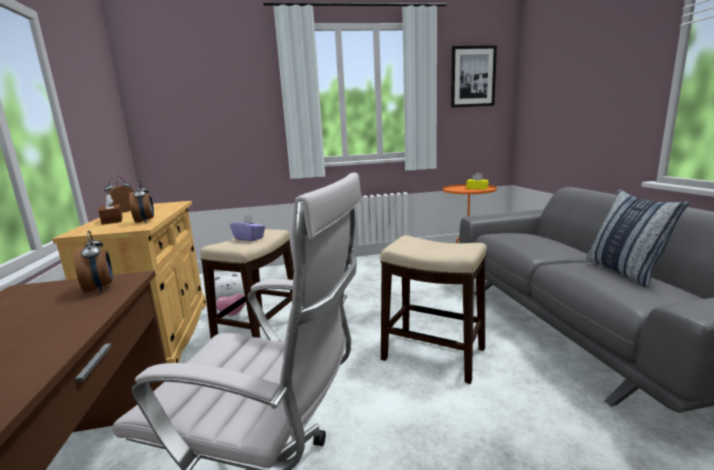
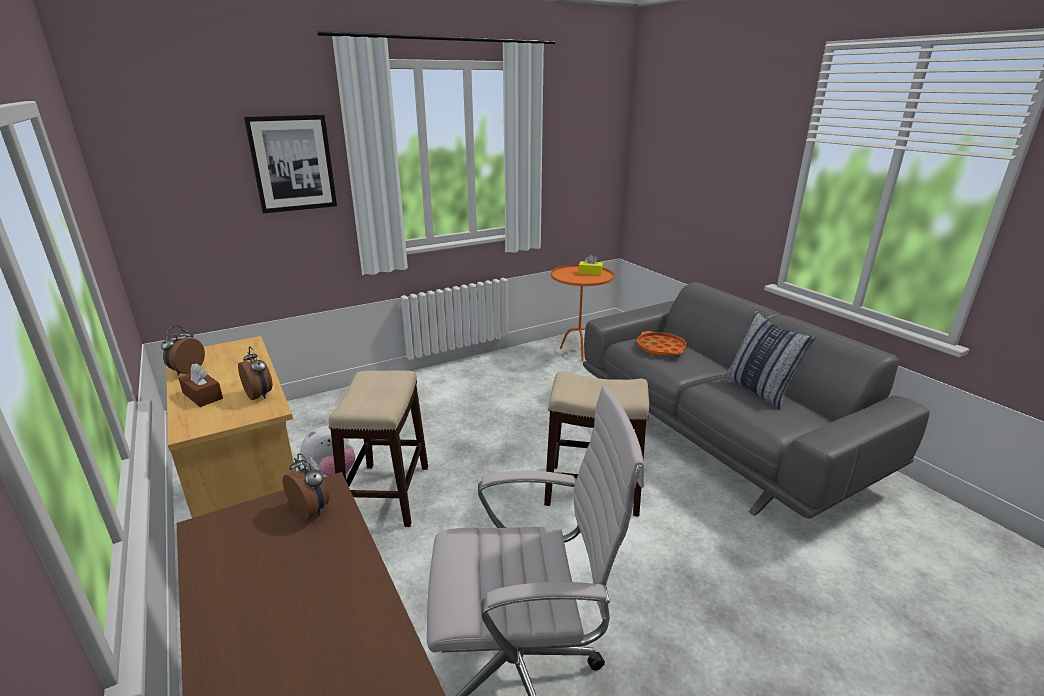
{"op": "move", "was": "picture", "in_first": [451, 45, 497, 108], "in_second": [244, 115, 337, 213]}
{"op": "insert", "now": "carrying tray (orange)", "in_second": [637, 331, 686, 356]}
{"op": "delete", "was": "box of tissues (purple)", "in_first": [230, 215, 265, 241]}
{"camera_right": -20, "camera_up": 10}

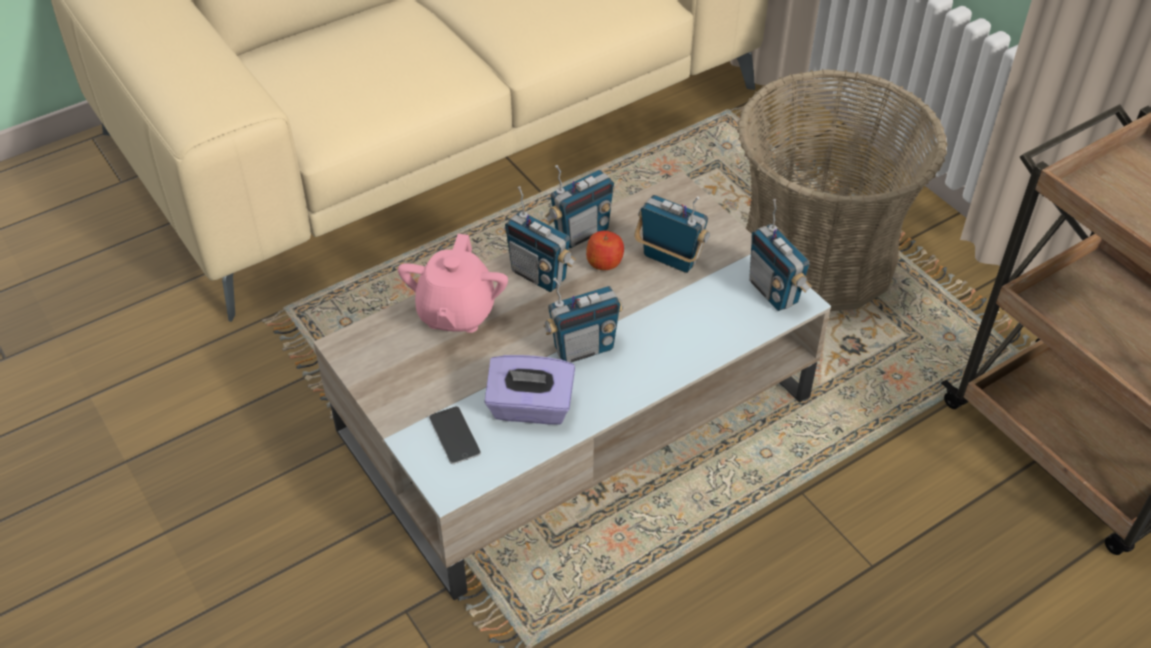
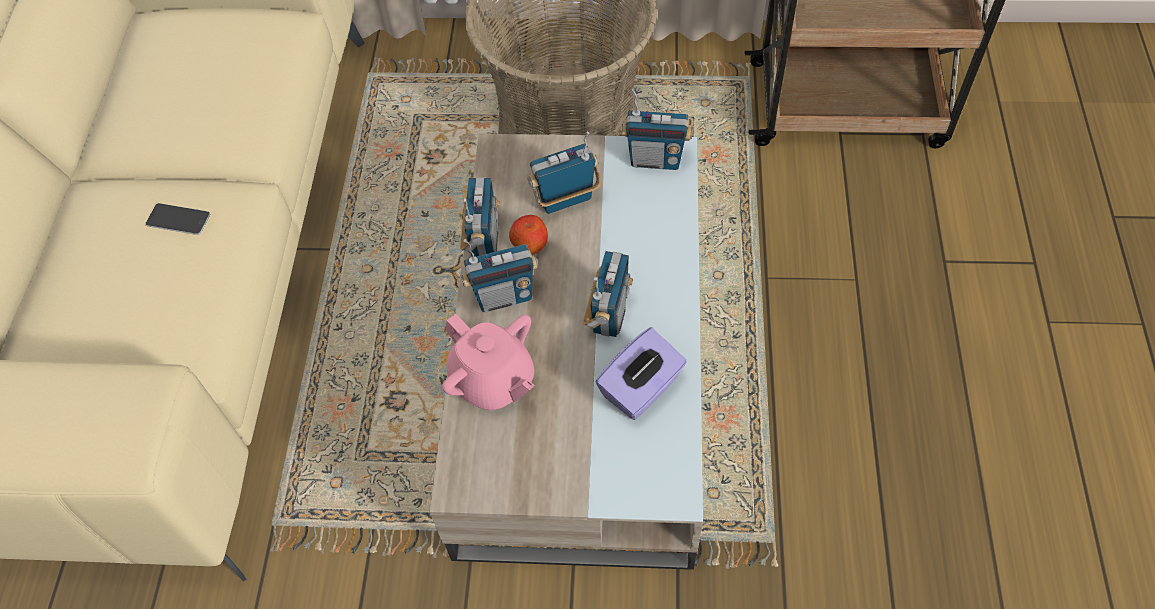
{"op": "move", "was": "handset", "in_first": [429, 406, 481, 464], "in_second": [145, 203, 210, 235]}
{"camera_right": -50, "camera_up": 10}

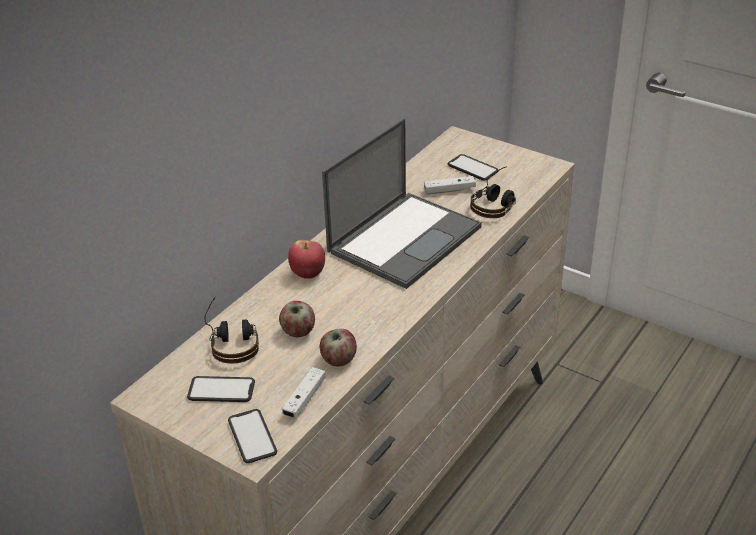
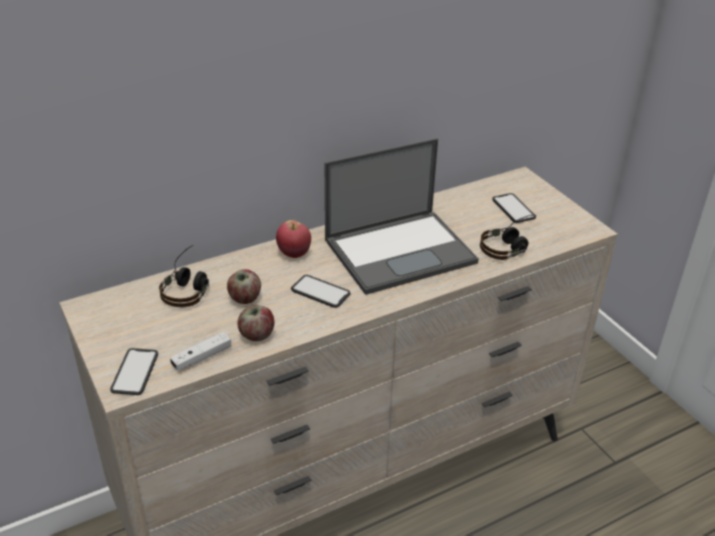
{"op": "move", "was": "handset", "in_first": [187, 376, 255, 402], "in_second": [291, 275, 351, 308]}
{"op": "delete", "was": "game controller (white)", "in_first": [424, 176, 476, 195]}
{"camera_right": 25, "camera_up": 0}

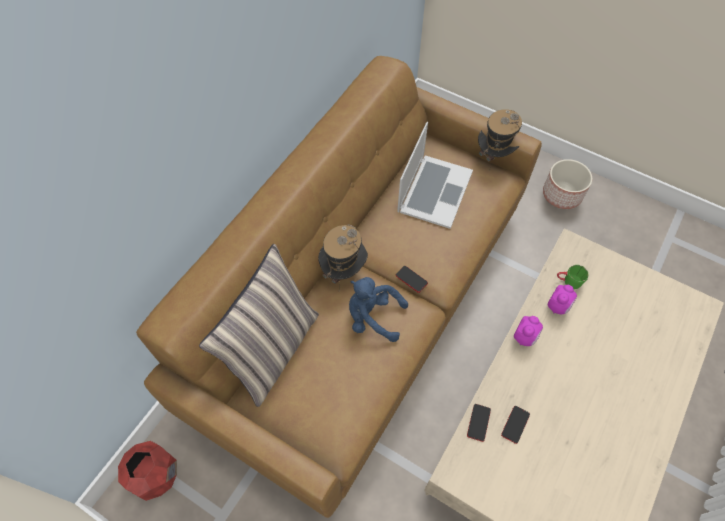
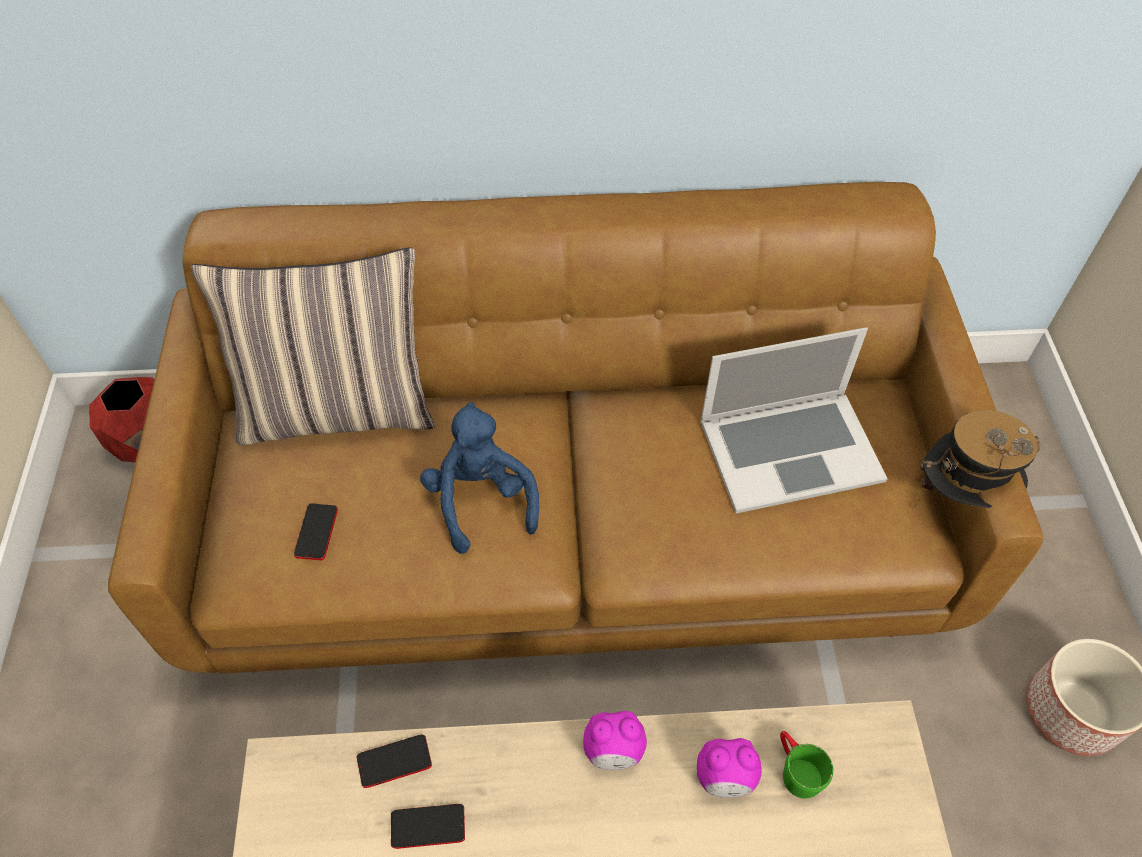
{"op": "move", "was": "handset", "in_first": [396, 266, 428, 293], "in_second": [294, 503, 338, 560]}
{"op": "delete", "was": "clothing hat", "in_first": [318, 224, 368, 284]}
{"camera_right": 55, "camera_up": -5}

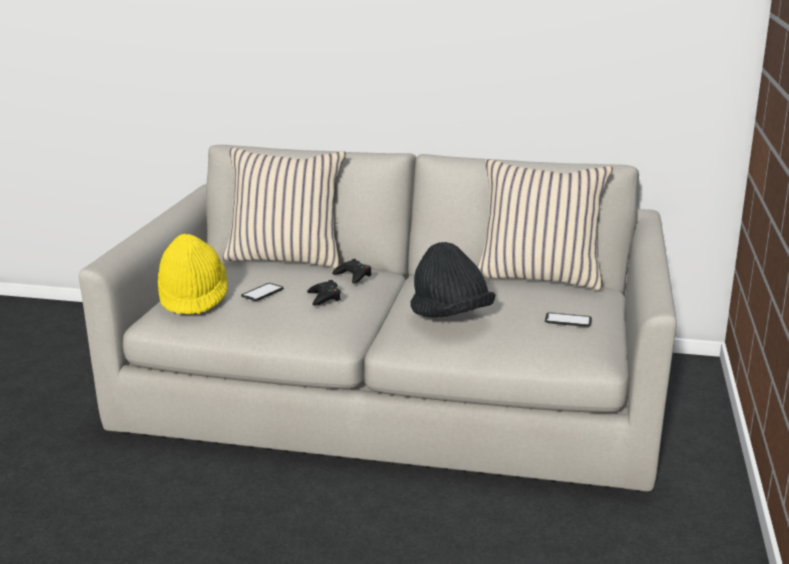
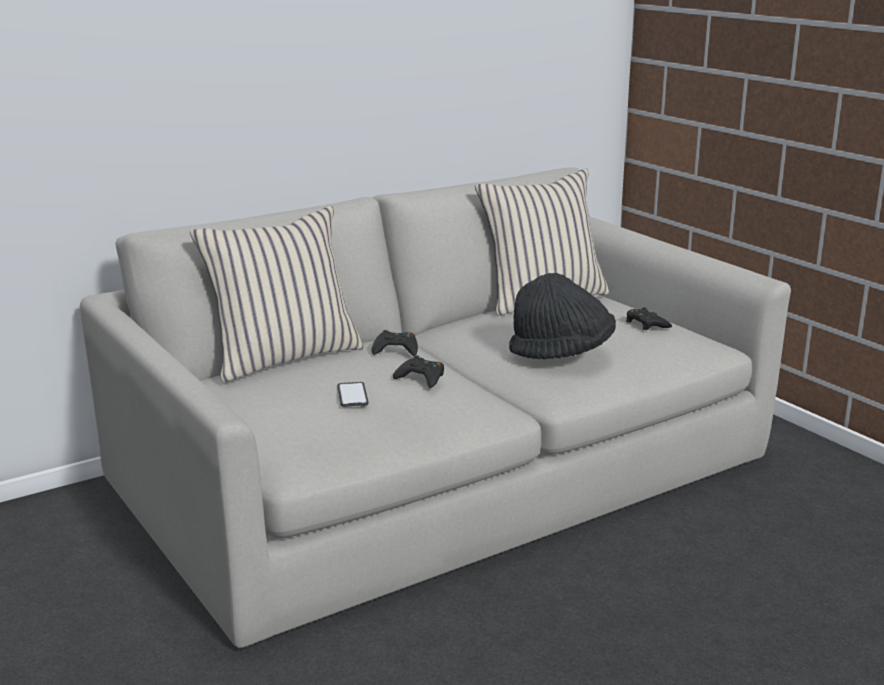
{"op": "replace", "was": "handset", "now": "game controller (black)", "in_first": [545, 312, 592, 327], "in_second": [626, 307, 672, 330]}
{"op": "delete", "was": "clothing hat (yellow)", "in_first": [158, 234, 228, 314]}
{"camera_right": -45, "camera_up": 0}

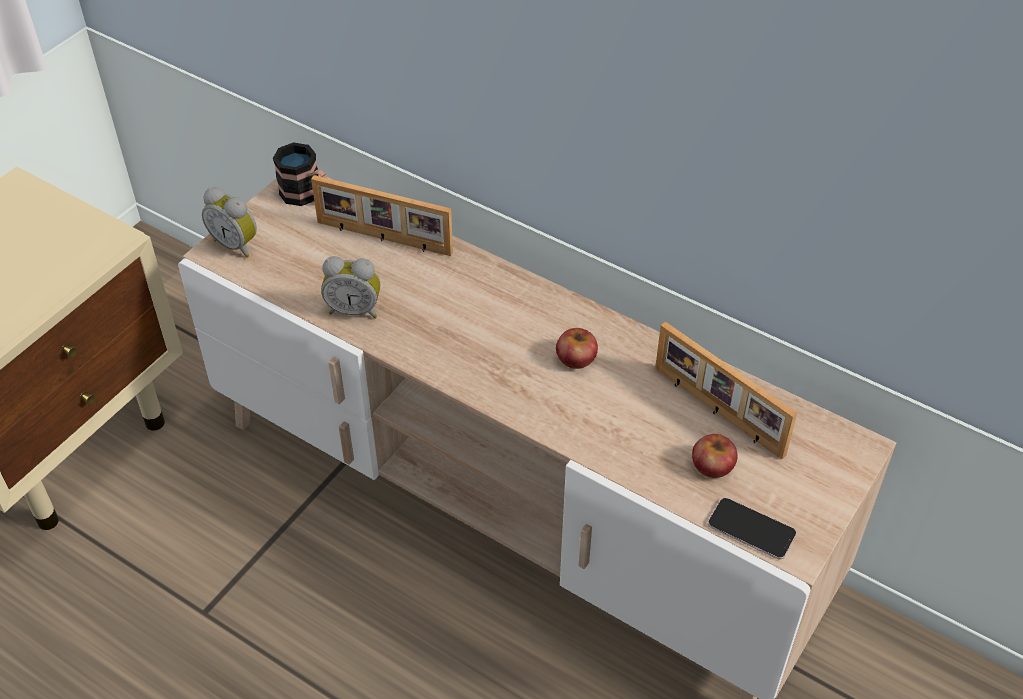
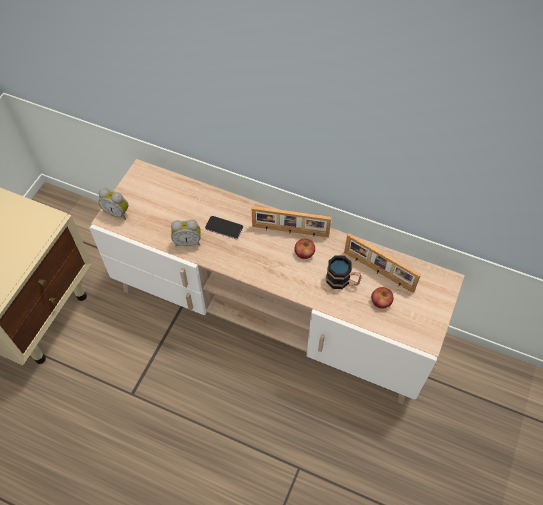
{"op": "move", "was": "handset", "in_first": [708, 498, 797, 560], "in_second": [205, 216, 243, 239]}
{"op": "move", "was": "picture frame", "in_first": [311, 175, 453, 256], "in_second": [252, 206, 331, 237]}
{"op": "move", "was": "tea mug", "in_first": [273, 143, 327, 206], "in_second": [326, 255, 362, 289]}
{"camera_right": -10, "camera_up": 10}

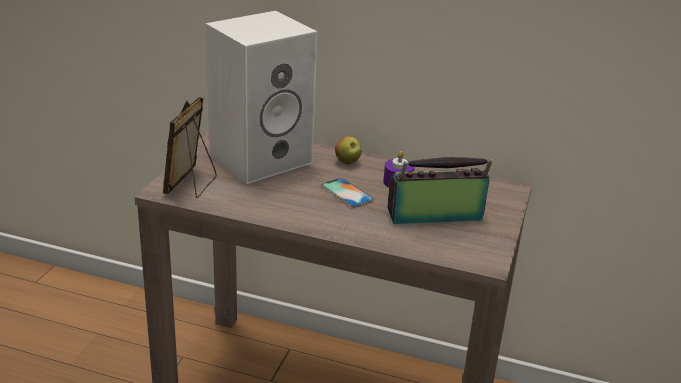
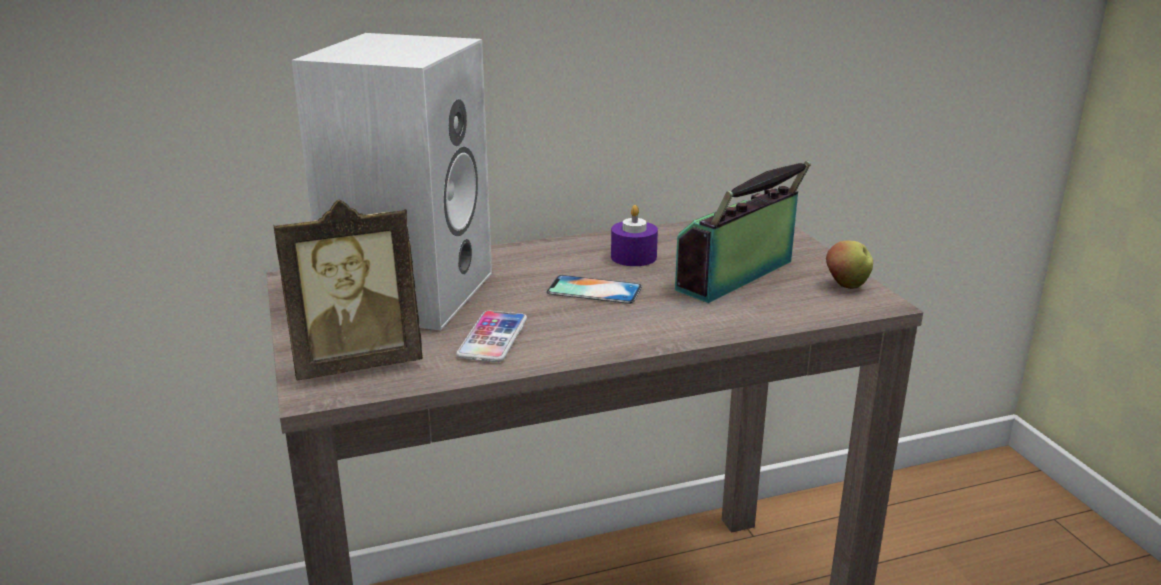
{"op": "rotate", "was": "picture frame", "in_first": [163, 97, 217, 198], "in_second": [274, 200, 423, 380], "clockwise": -90}
{"op": "insert", "now": "handset", "in_second": [456, 311, 527, 362]}
{"op": "move", "was": "apple", "in_first": [335, 136, 362, 164], "in_second": [826, 240, 873, 289]}
{"camera_right": -35, "camera_up": -5}

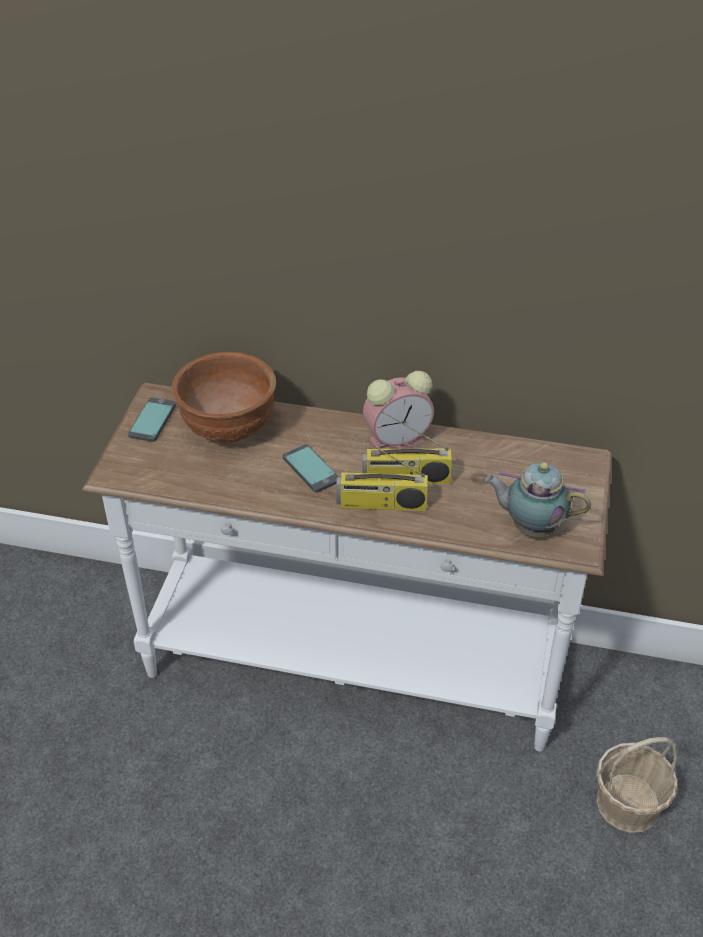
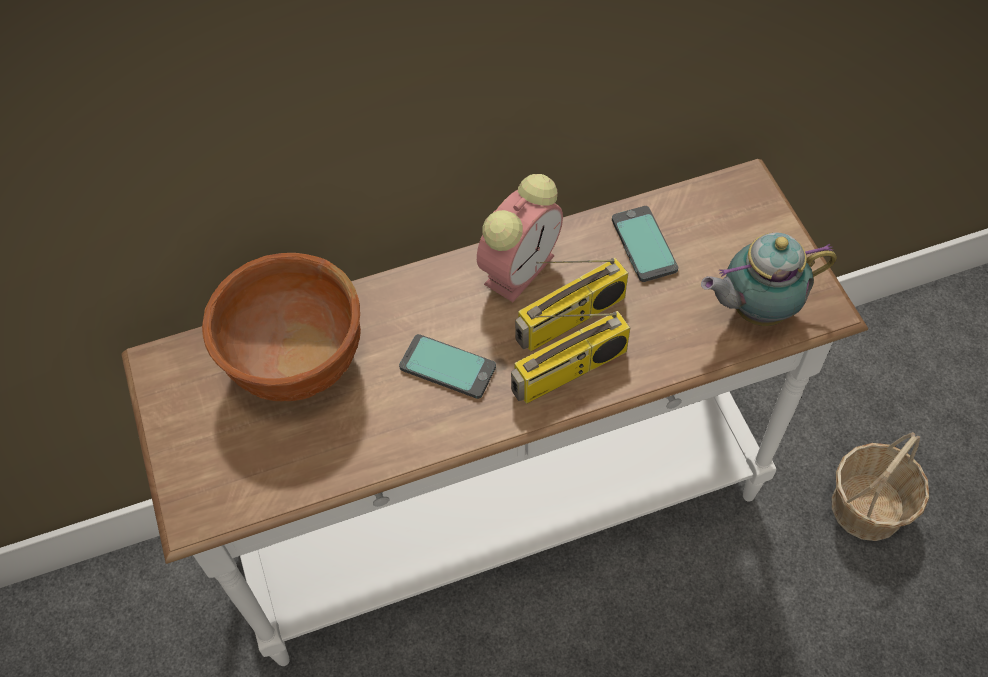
{"op": "move", "was": "handset", "in_first": [128, 397, 176, 442], "in_second": [612, 206, 678, 282]}
{"camera_right": -30, "camera_up": 15}

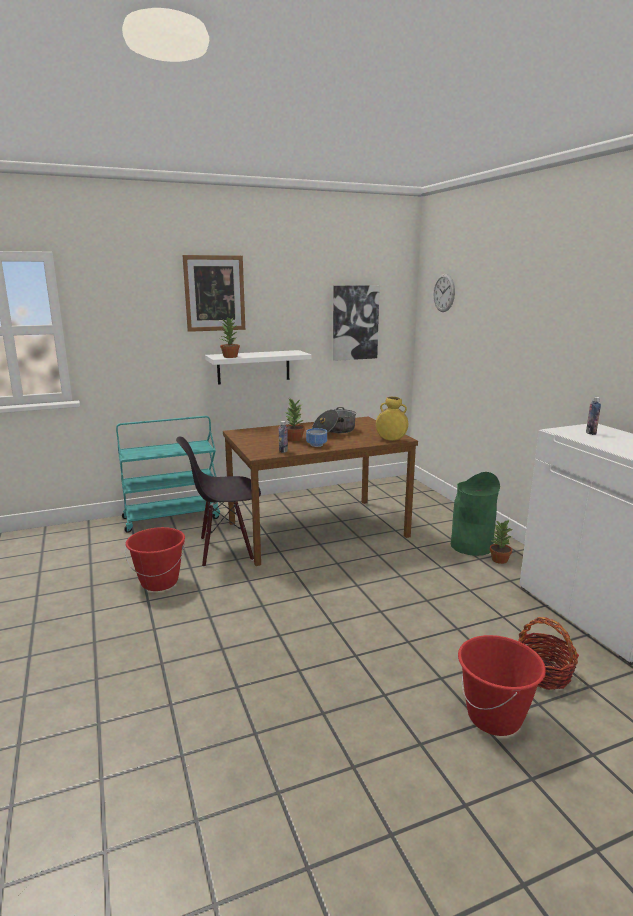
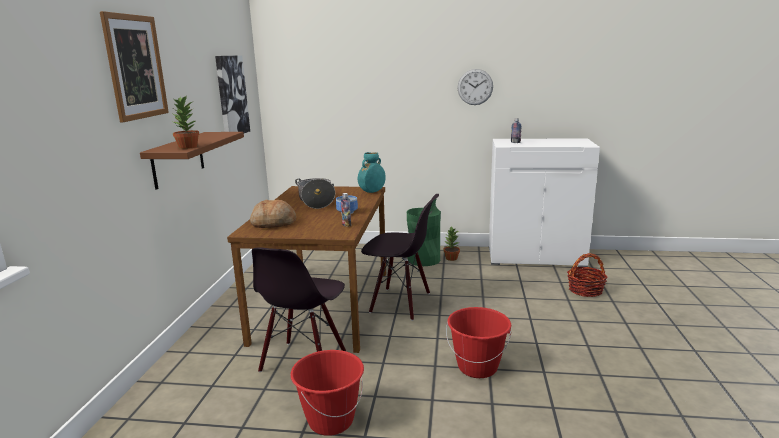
{"op": "recolor", "was": "shelf (white)", "now": "shelf (brown-coloured)", "in_first": [205, 350, 312, 385], "in_second": [140, 132, 244, 190]}
{"op": "insert", "now": "bakery bread", "in_second": [250, 199, 296, 228]}
{"op": "recolor", "was": "flower vase (yellow)", "now": "flower vase (turquoise)", "in_first": [376, 397, 408, 441], "in_second": [358, 152, 386, 193]}
{"op": "insert", "now": "chair (black)", "in_second": [361, 194, 439, 321]}
{"op": "move", "was": "pail (reddish)", "in_first": [458, 635, 546, 736], "in_second": [446, 307, 511, 378]}
{"op": "move", "was": "wall clock", "in_first": [433, 274, 455, 312], "in_second": [457, 69, 493, 105]}
{"op": "delete", "was": "cart (turquoise)", "in_first": [116, 416, 220, 533]}
{"op": "delete", "was": "houseplant", "in_first": [285, 399, 305, 441]}
{"camera_right": -60, "camera_up": 0}

